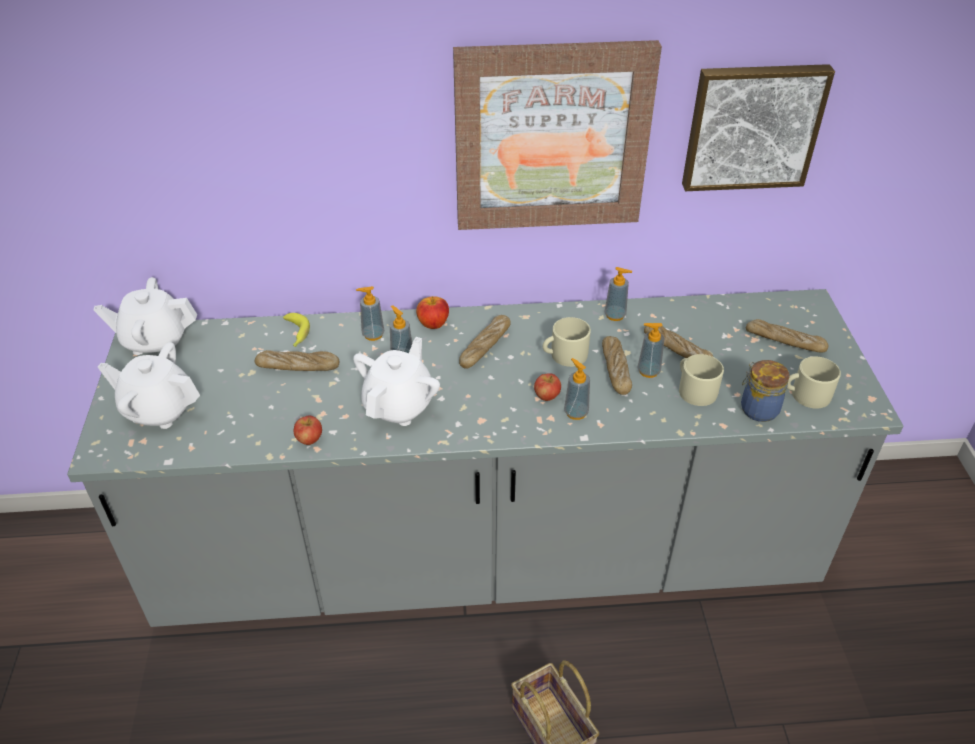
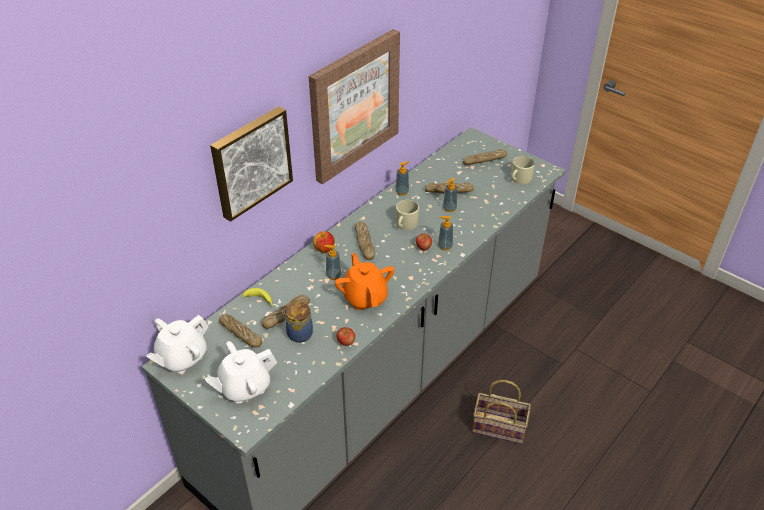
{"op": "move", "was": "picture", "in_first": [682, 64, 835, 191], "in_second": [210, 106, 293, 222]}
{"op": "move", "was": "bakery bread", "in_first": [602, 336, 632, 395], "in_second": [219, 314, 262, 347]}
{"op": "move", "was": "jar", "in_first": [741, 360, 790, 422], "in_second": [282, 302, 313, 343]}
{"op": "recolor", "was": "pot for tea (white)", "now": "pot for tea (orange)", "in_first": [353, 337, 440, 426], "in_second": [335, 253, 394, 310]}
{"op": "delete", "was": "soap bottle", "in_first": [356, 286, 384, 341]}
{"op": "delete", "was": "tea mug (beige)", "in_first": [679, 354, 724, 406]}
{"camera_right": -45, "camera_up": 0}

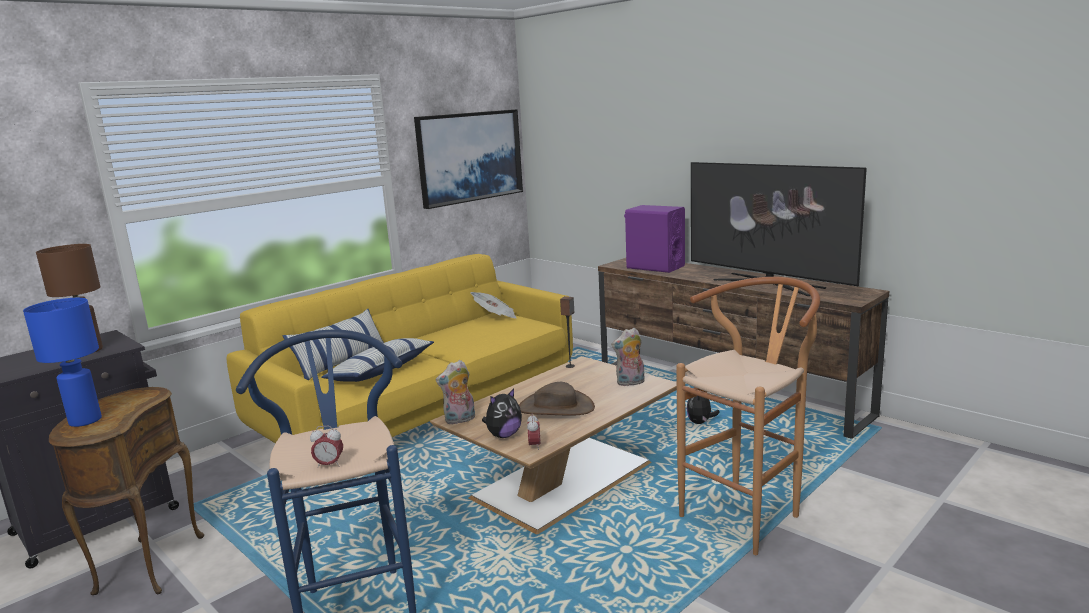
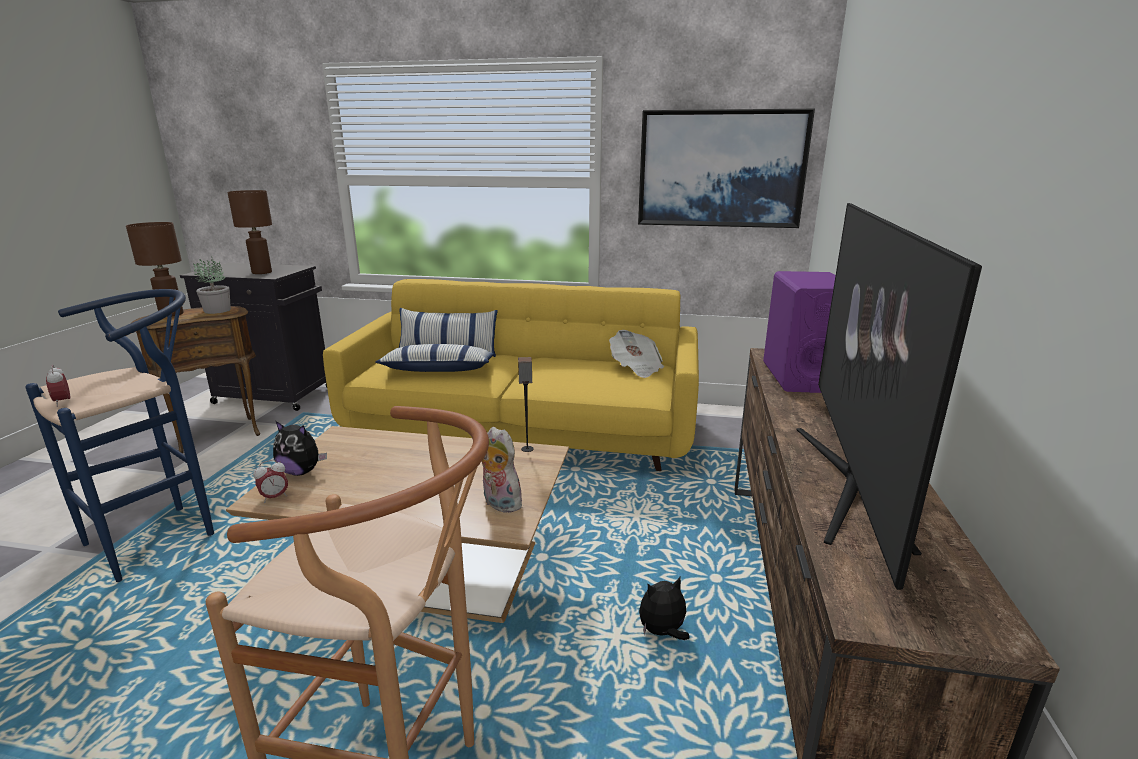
{"op": "recolor", "was": "lamp for a table (blue)", "now": "lamp for a table (brown-coloured)", "in_first": [23, 298, 102, 427], "in_second": [126, 222, 184, 317]}
{"op": "insert", "now": "houseplant", "in_second": [193, 257, 231, 314]}
{"op": "delete", "was": "soft toy", "in_first": [436, 360, 475, 425]}
{"op": "delete", "was": "clothing hat (brown-coloured)", "in_first": [519, 382, 595, 415]}
{"camera_right": 55, "camera_up": 5}

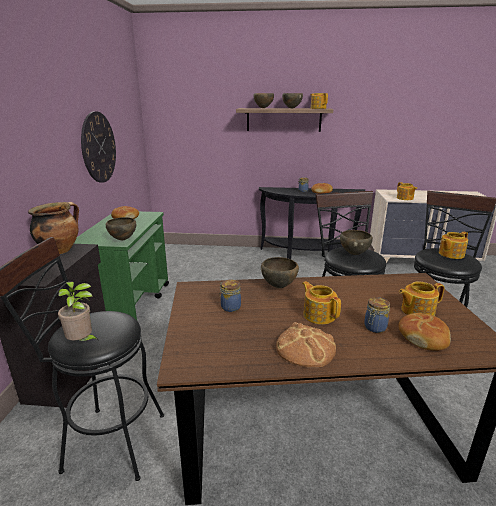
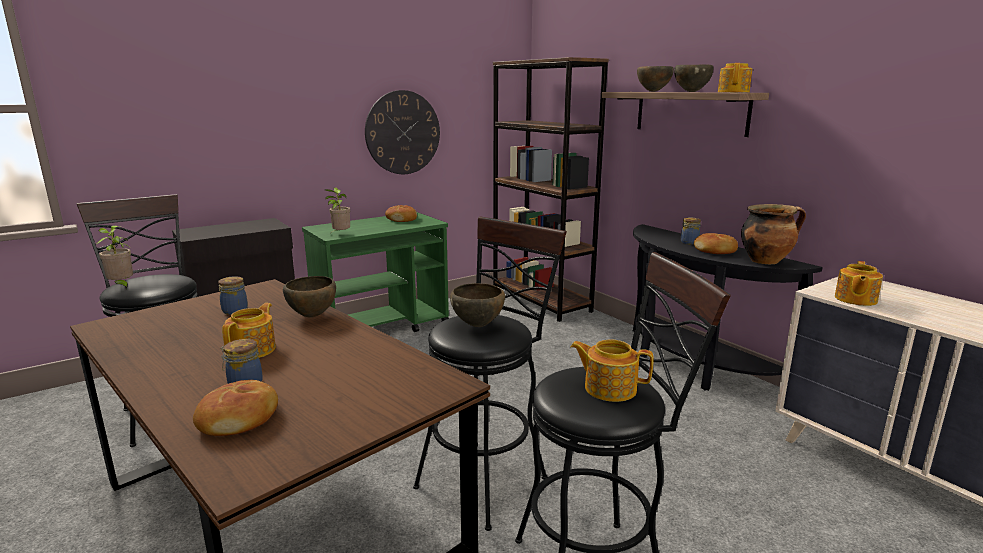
{"op": "replace", "was": "serving bowl (brown-coloured)", "now": "houseplant", "in_first": [106, 217, 136, 240], "in_second": [325, 187, 350, 232]}
{"op": "insert", "now": "bookshelf (brown-coloured)", "in_second": [493, 57, 609, 322]}
{"op": "move", "was": "saucepot", "in_first": [28, 202, 79, 254], "in_second": [741, 204, 806, 264]}
{"op": "delete", "was": "bakery bread", "in_first": [276, 322, 336, 367]}
{"op": "delete", "was": "pot for tea", "in_first": [399, 282, 445, 316]}
{"camera_right": 50, "camera_up": -5}

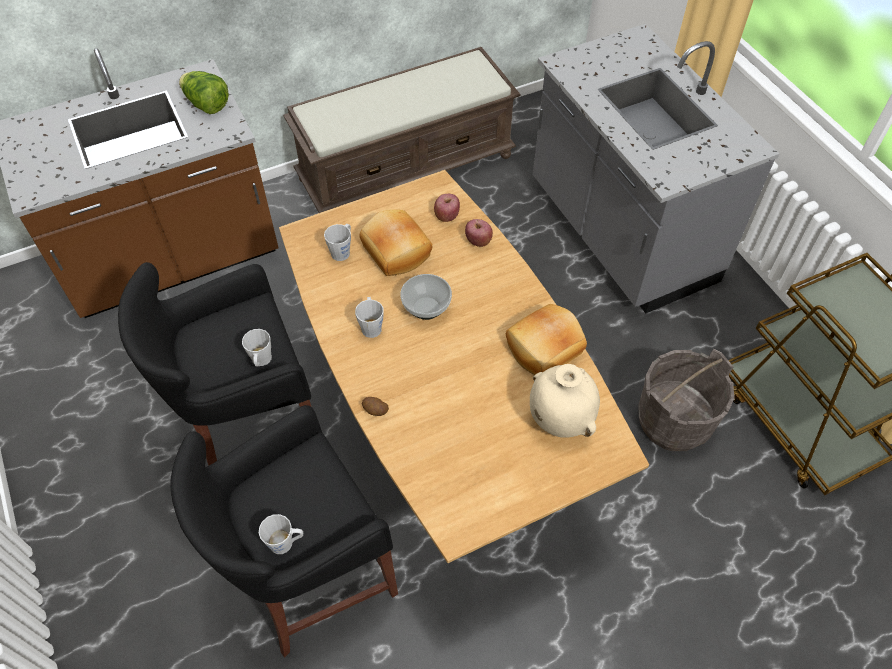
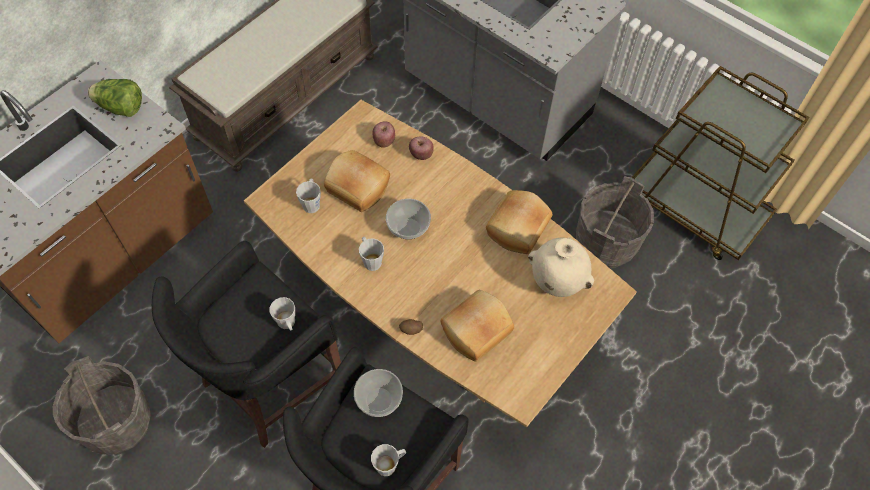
{"op": "insert", "now": "pail (grey)", "in_second": [53, 356, 151, 455]}
{"op": "insert", "now": "serving bowl", "in_second": [354, 369, 403, 417]}
{"op": "insert", "now": "bakery bread", "in_second": [440, 290, 514, 362]}
{"camera_right": -25, "camera_up": 5}

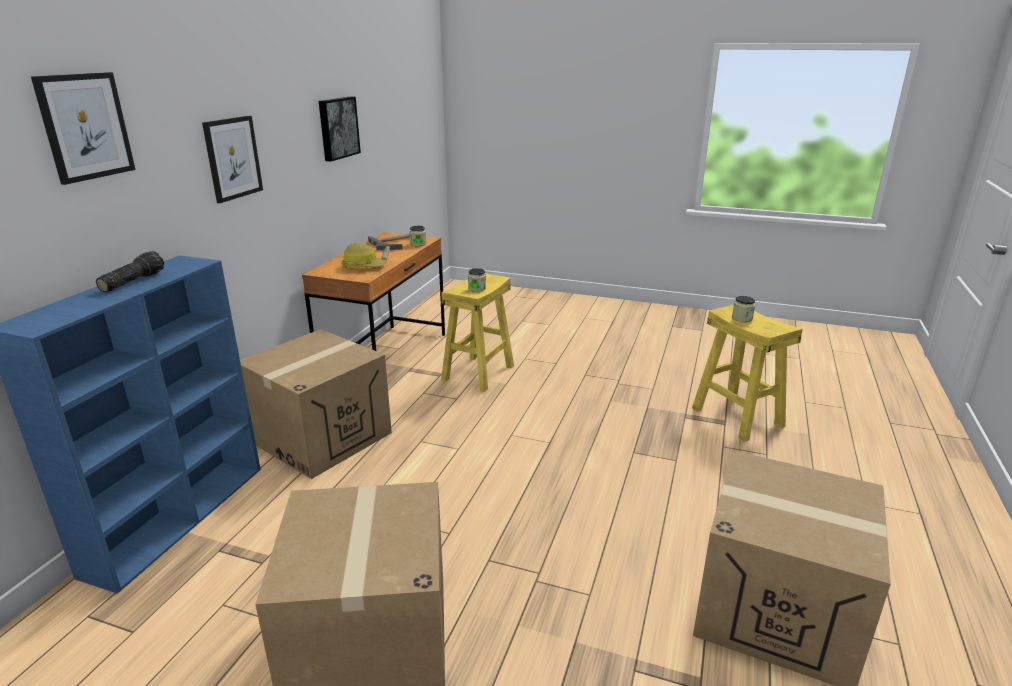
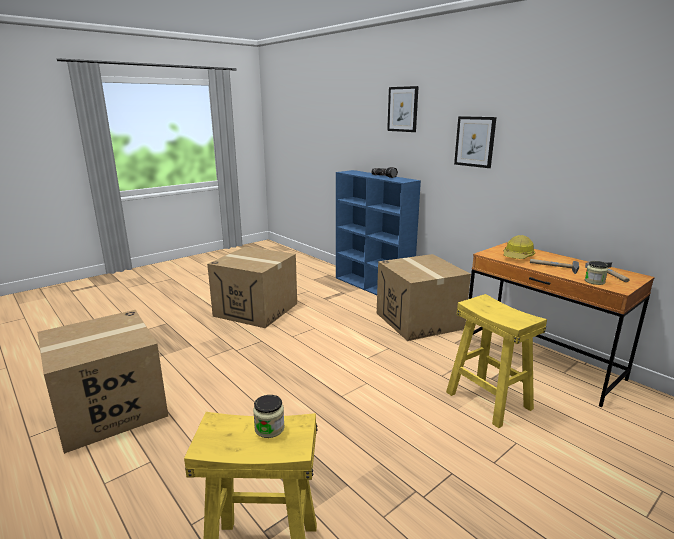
{"op": "delete", "was": "picture", "in_first": [319, 97, 361, 161]}
{"op": "delete", "was": "jar", "in_first": [468, 268, 486, 292]}
{"camera_right": 120, "camera_up": -5}

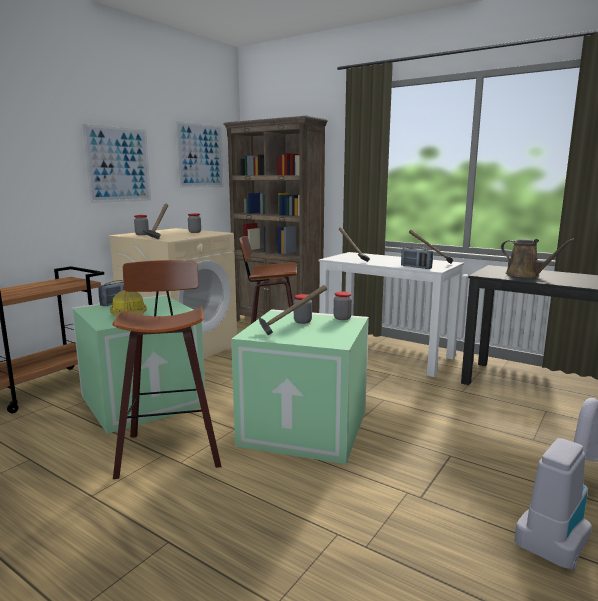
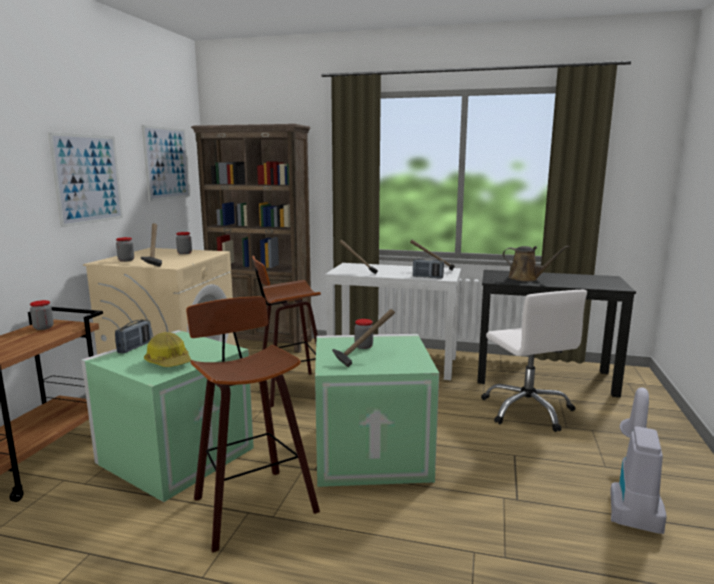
{"op": "move", "was": "jar", "in_first": [334, 292, 352, 320], "in_second": [30, 300, 54, 330]}
{"op": "insert", "now": "desk chair (white)", "in_second": [481, 290, 587, 432]}
{"camera_right": -20, "camera_up": 0}

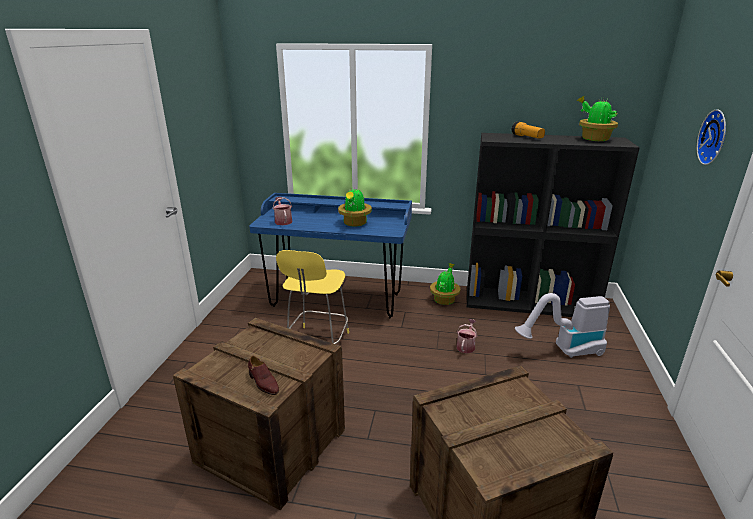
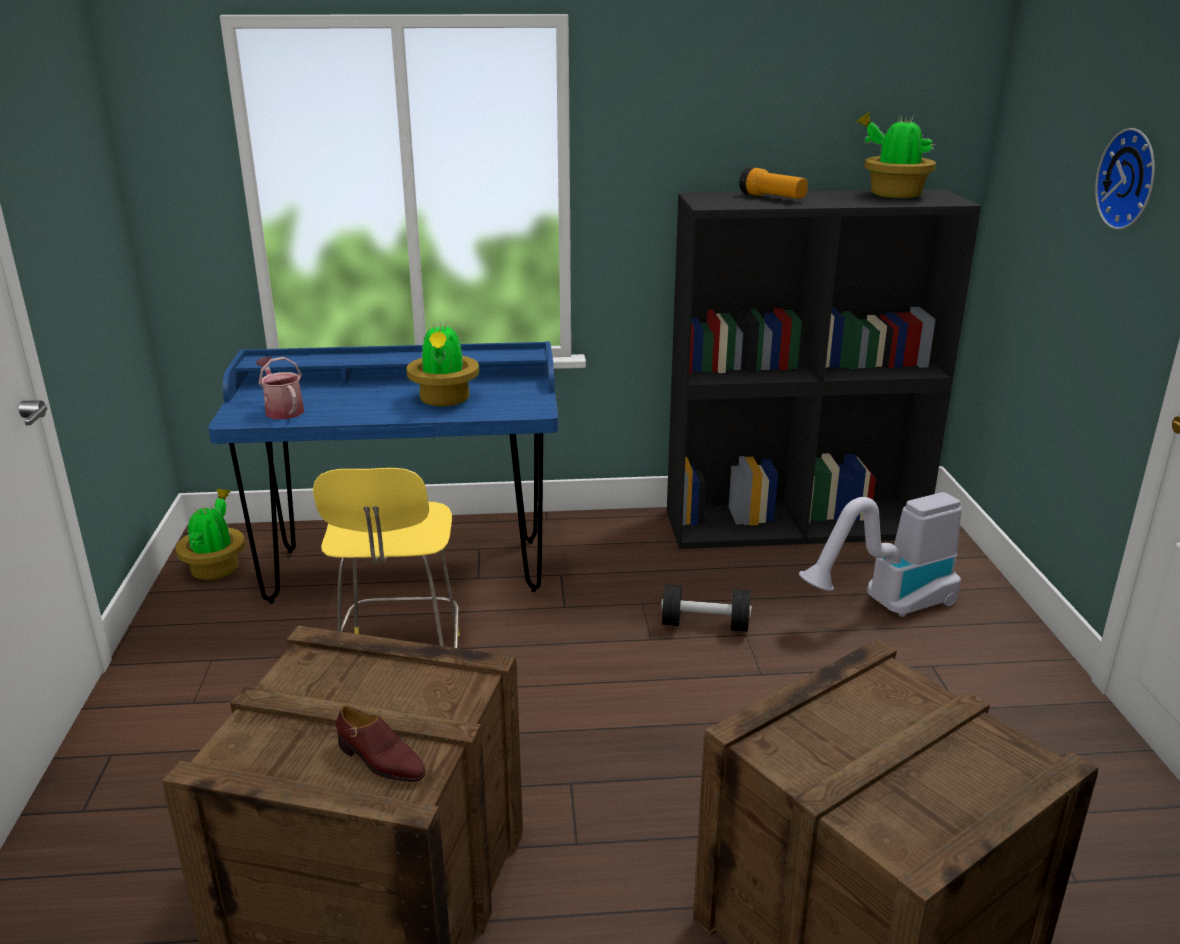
{"op": "move", "was": "houseplant", "in_first": [430, 263, 460, 305], "in_second": [176, 489, 245, 580]}
{"op": "replace", "was": "watering pot", "now": "free weight (black)", "in_first": [457, 319, 477, 353], "in_second": [661, 584, 751, 632]}
{"camera_right": -15, "camera_up": 0}

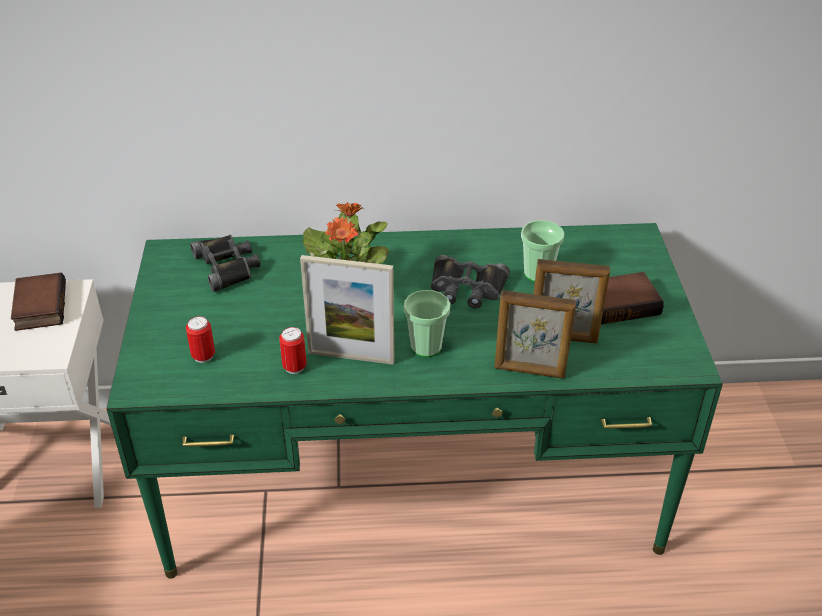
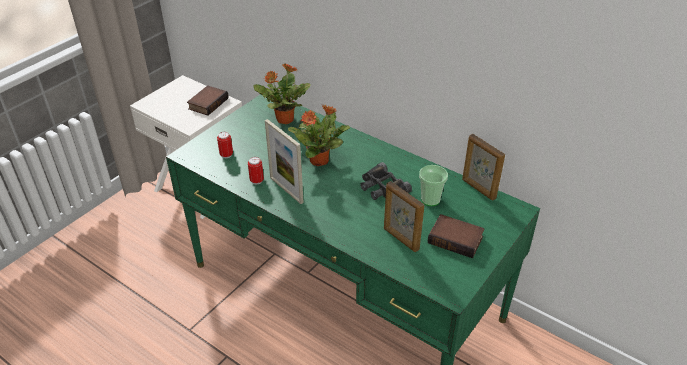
{"op": "replace", "was": "field glasses (black)", "now": "houseplant", "in_first": [190, 234, 260, 292], "in_second": [253, 63, 310, 124]}
{"op": "move", "was": "picture frame", "in_first": [494, 290, 576, 379], "in_second": [462, 134, 505, 201]}
{"op": "delete", "was": "drinking cup", "in_first": [404, 290, 450, 357]}
{"camera_right": 40, "camera_up": 0}

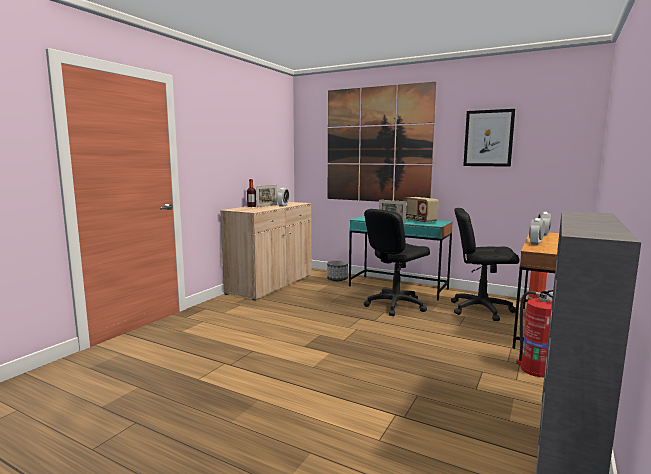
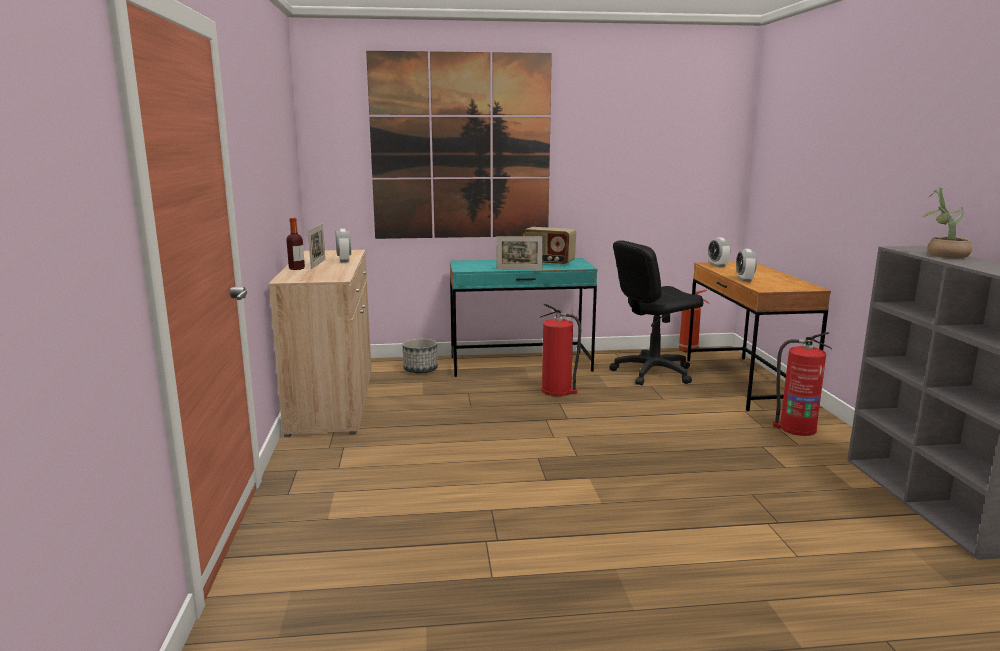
{"op": "replace", "was": "desk chair (black)", "now": "fire extinguisher", "in_first": [364, 209, 430, 316], "in_second": [541, 304, 581, 396]}
{"op": "insert", "now": "houseplant", "in_second": [922, 187, 972, 258]}
{"op": "delete", "was": "picture", "in_first": [463, 109, 515, 167]}
{"camera_right": -35, "camera_up": 5}

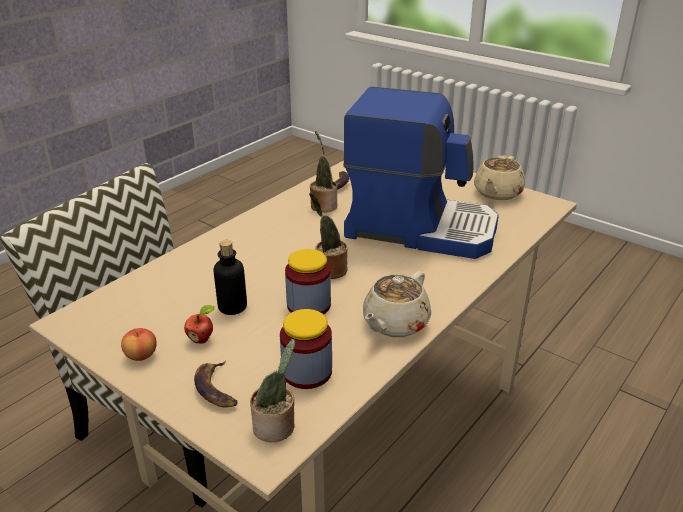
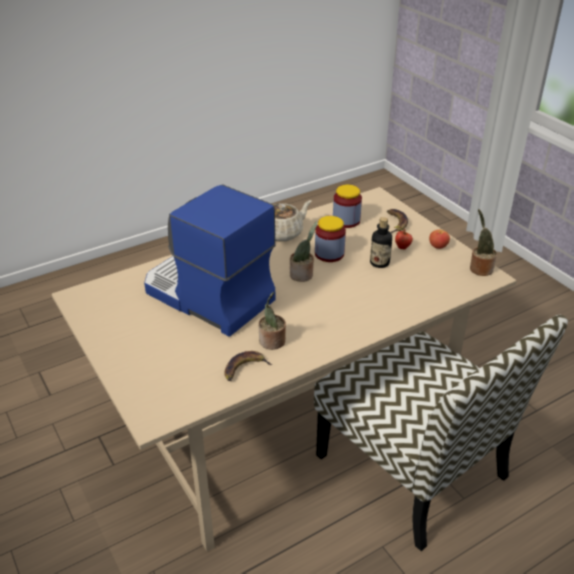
{"op": "move", "was": "houseplant", "in_first": [250, 339, 295, 442], "in_second": [470, 209, 497, 276]}
{"op": "delete", "was": "pot for tea (beige)", "in_first": [474, 155, 525, 200]}
{"camera_right": -160, "camera_up": 5}

